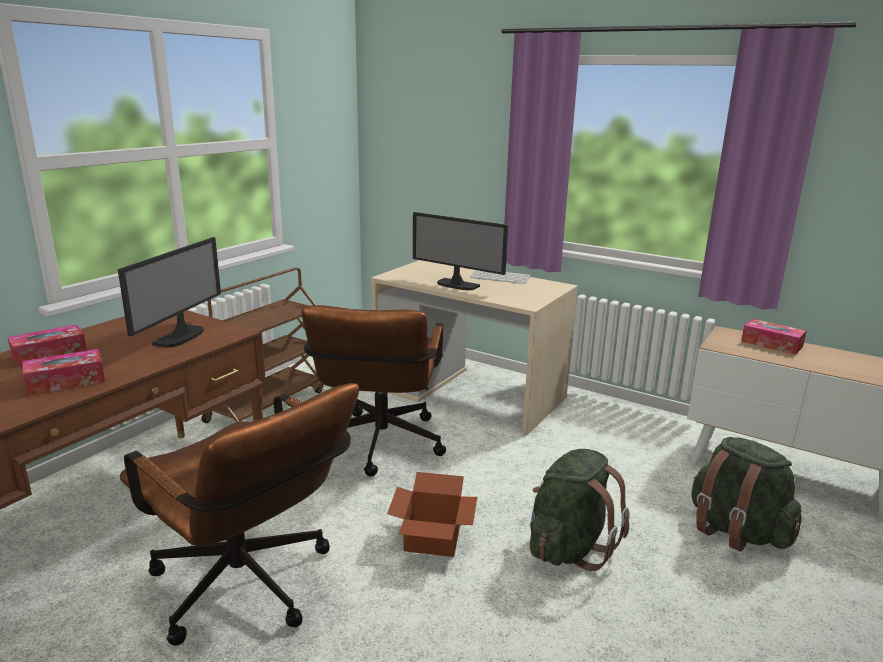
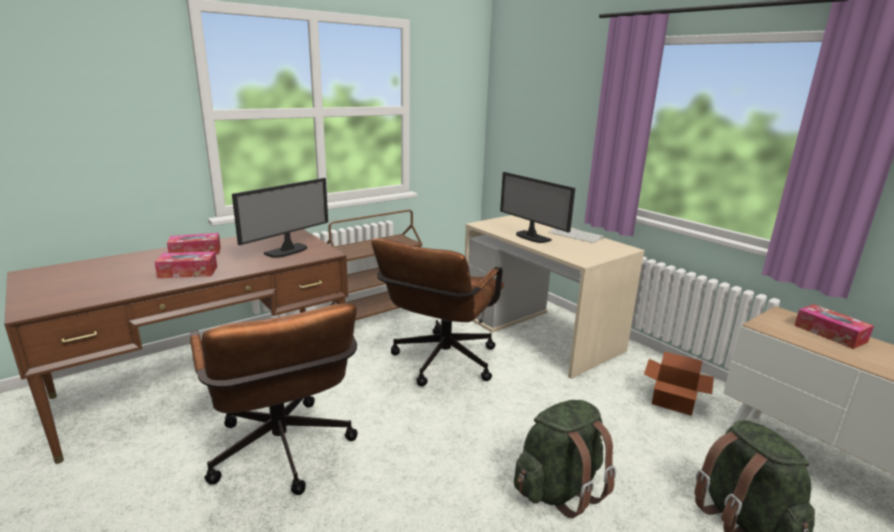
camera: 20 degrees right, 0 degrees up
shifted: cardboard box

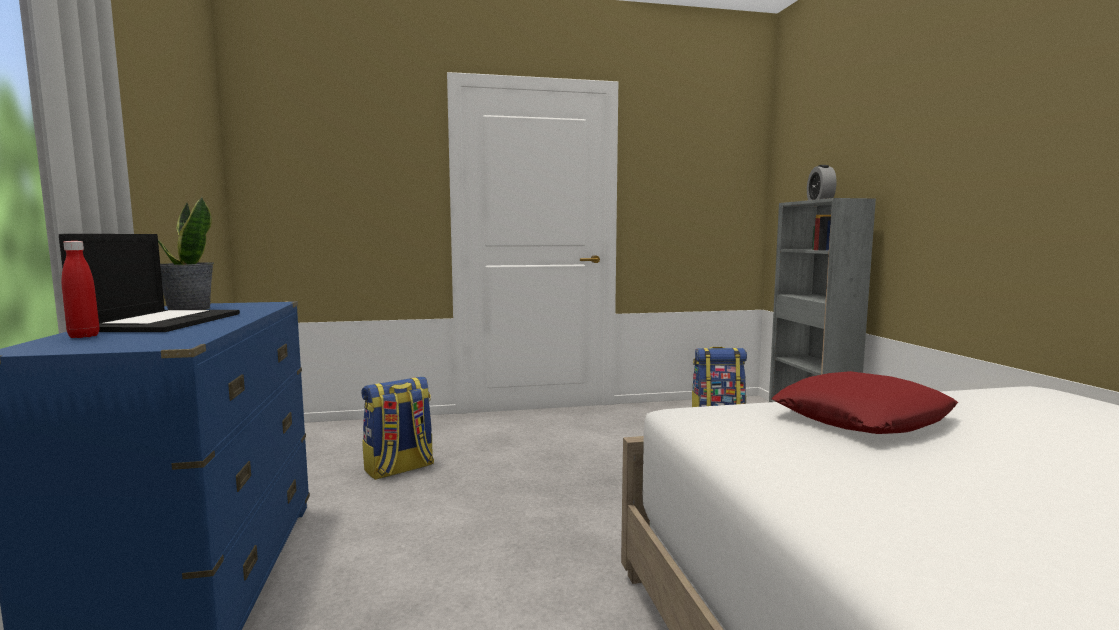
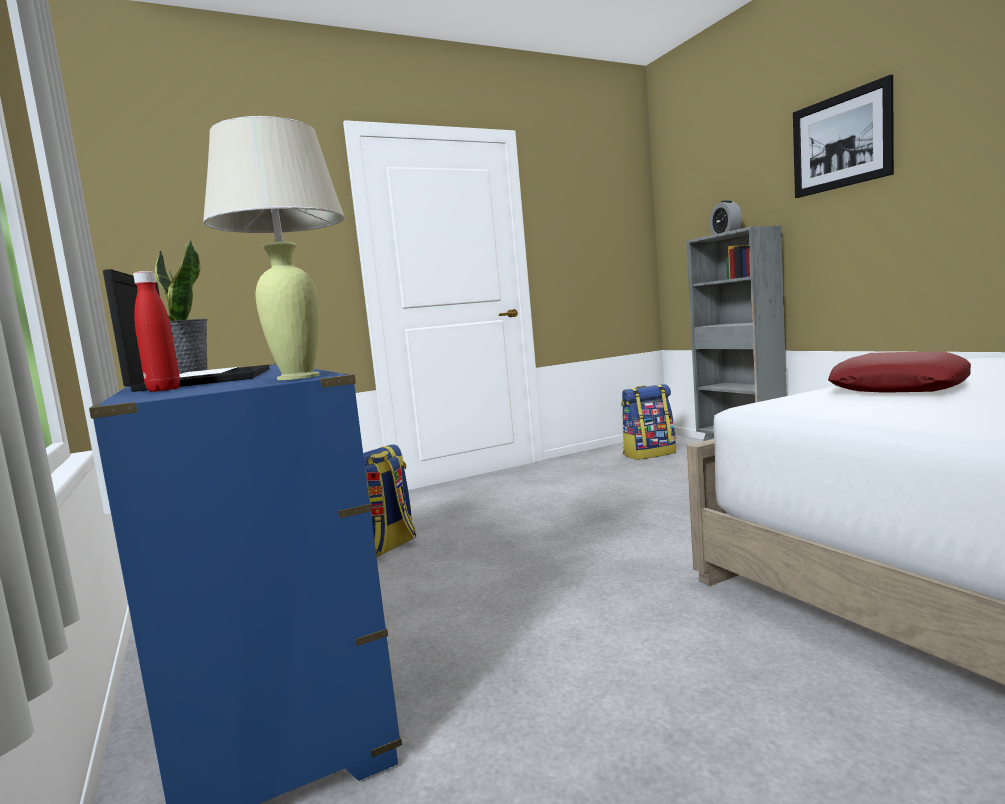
camera: 15 degrees left, 0 degrees up
new: table lamp/beige; picture

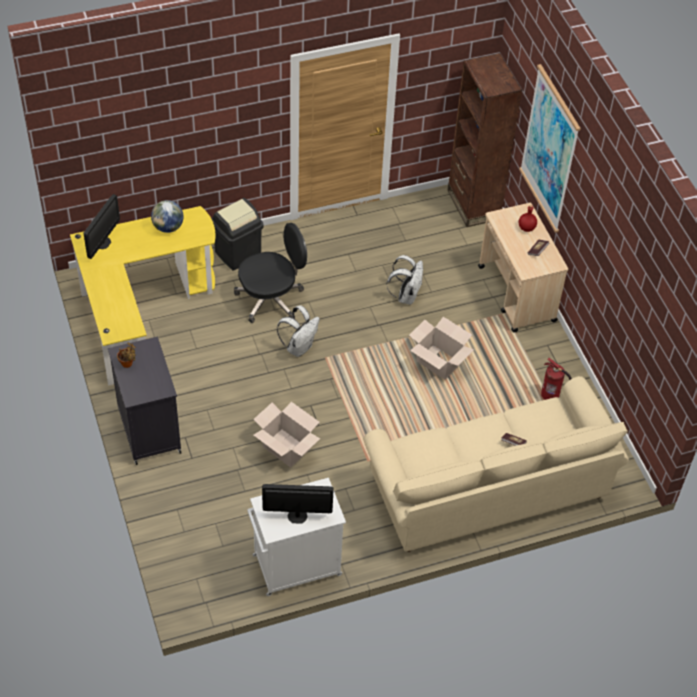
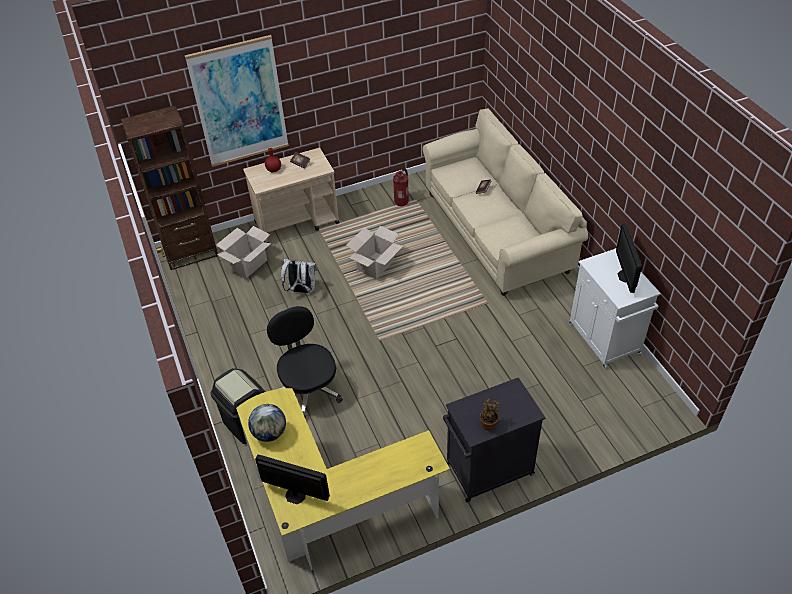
camera: 90 degrees left, 5 degrees down
gone: backpack/white (no. 1 from left)
shifted: cardboard box (no. 1 from left)

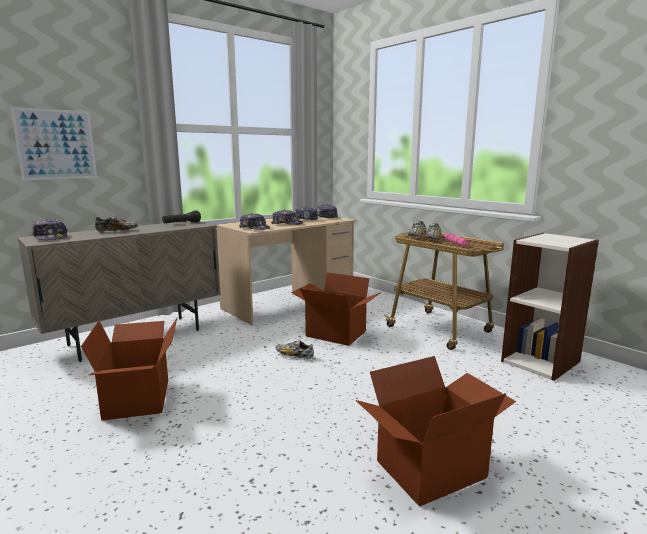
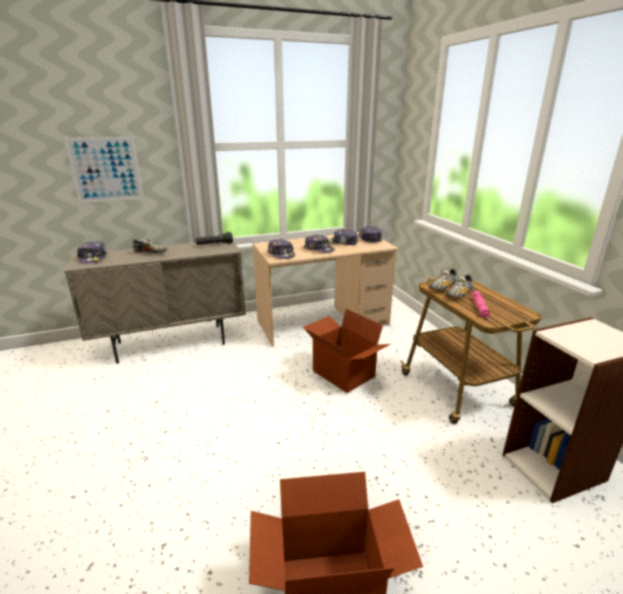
camera: 20 degrees right, 10 degrees up
gone: cardboard box (no. 1 from left); shoe (no. 2 from left)

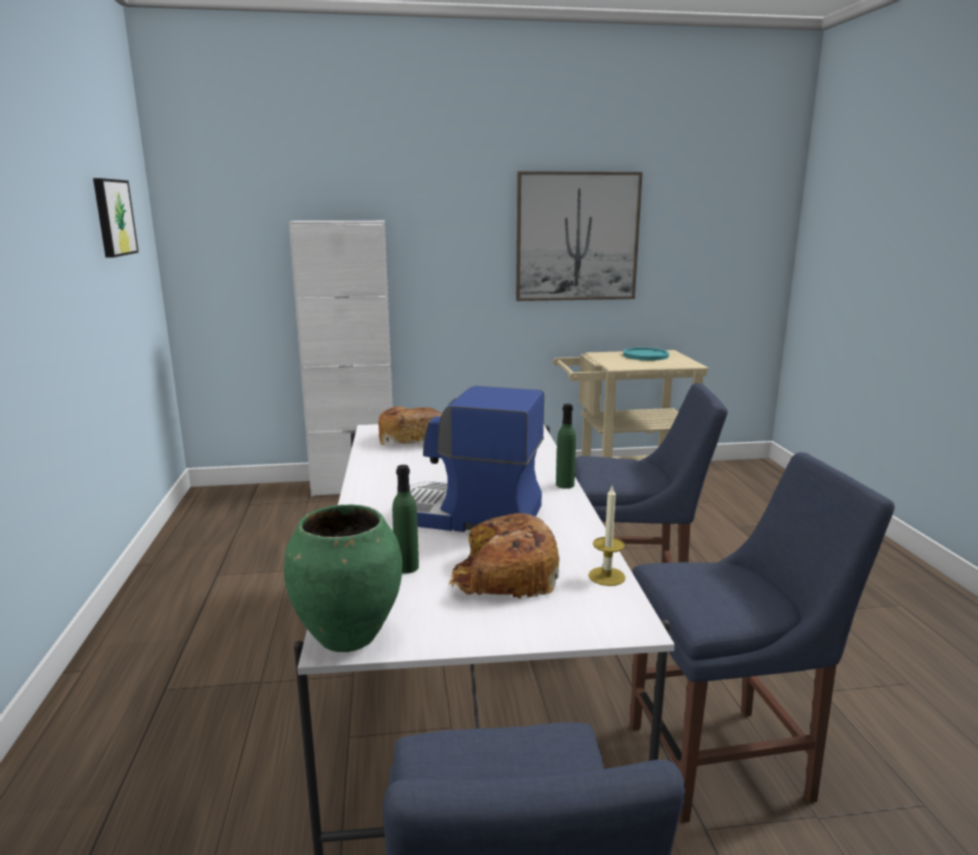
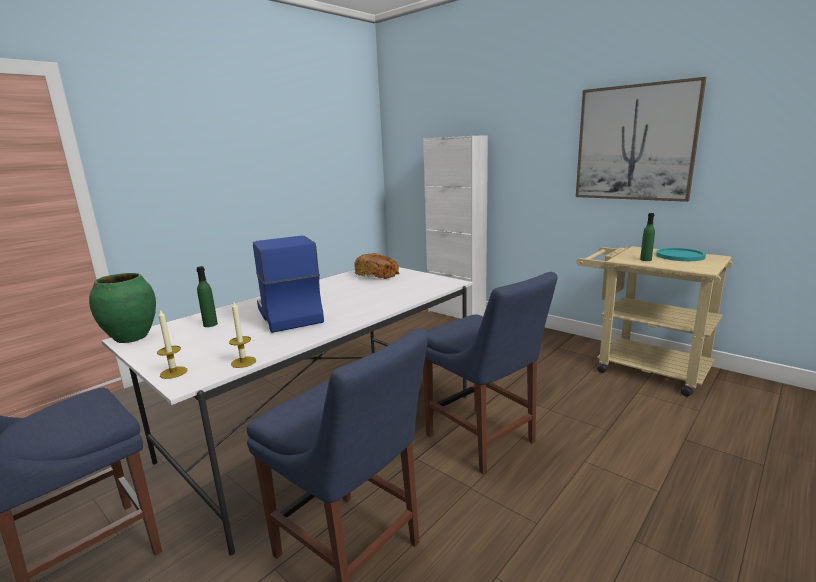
camera: 50 degrees right, 0 degrees up
gone: picture (no. 1 from left); bread (no. 2 from left)
new: candle (no. 1 from left)
shifted: bottle/green (no. 2 from left)

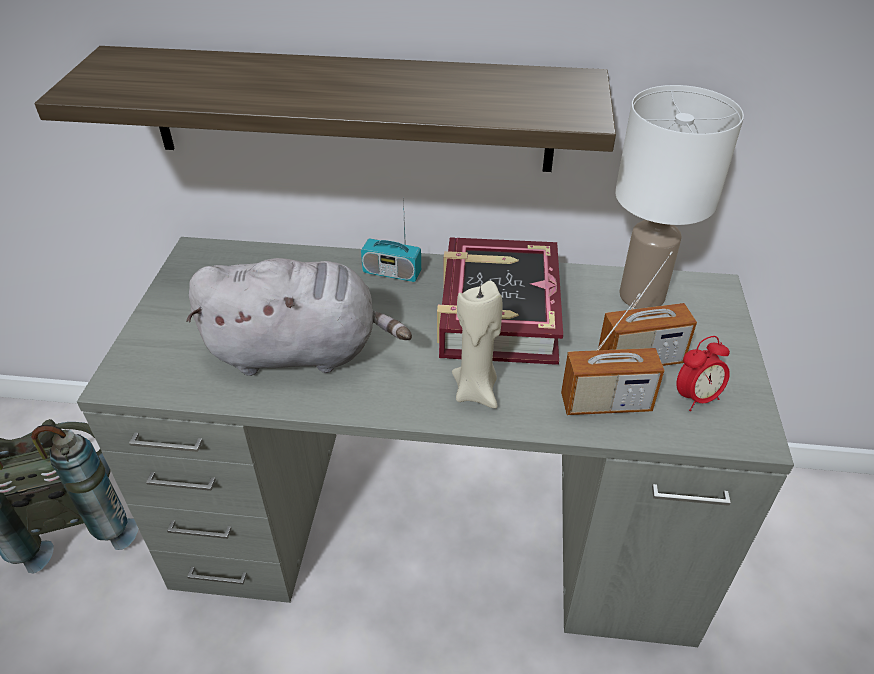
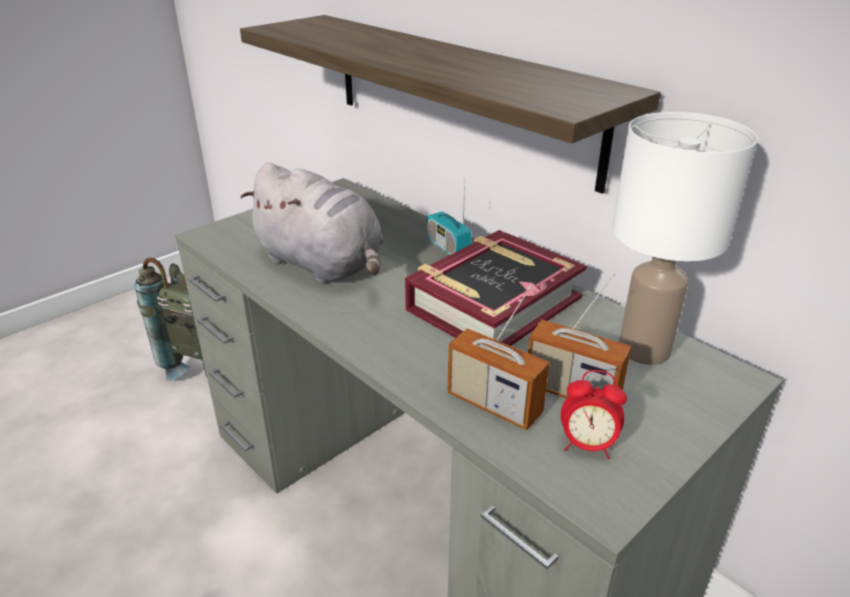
camera: 40 degrees right, 10 degrees down
gone: candle/beige

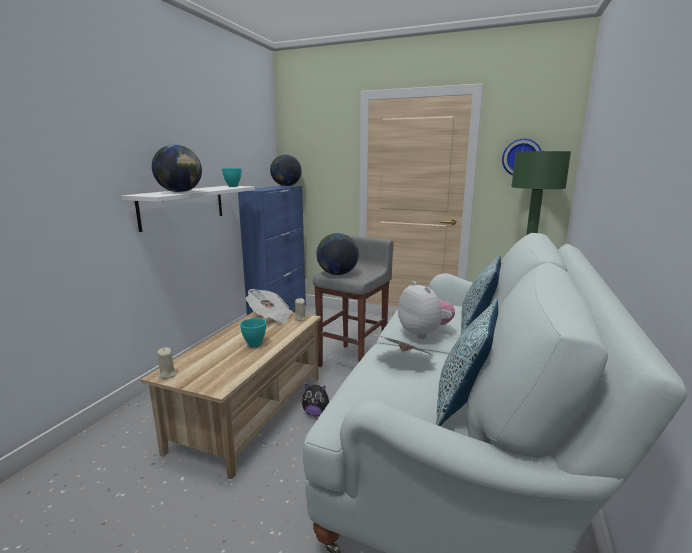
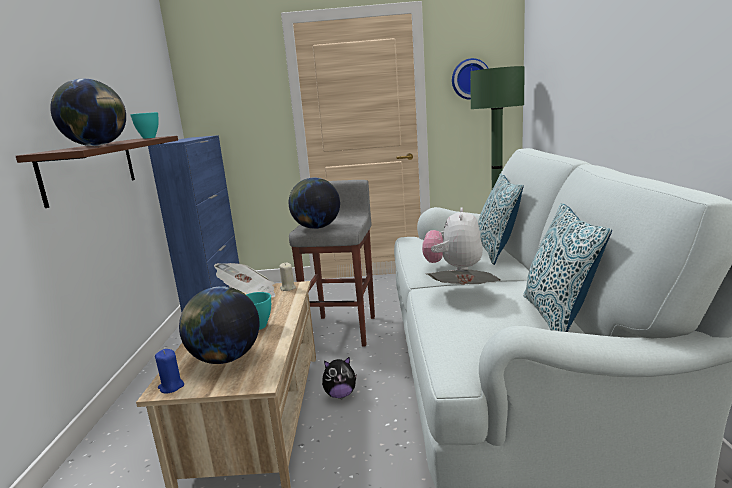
camera: 20 degrees left, 0 degrees up
shifted: globe (no. 2 from left)
repainted: shelf/white to shelf/brown; candle/beige (no. 1 from left) to candle/blue
rotated: plush toy (no. 2 from left) 120 degrees counterclockwise

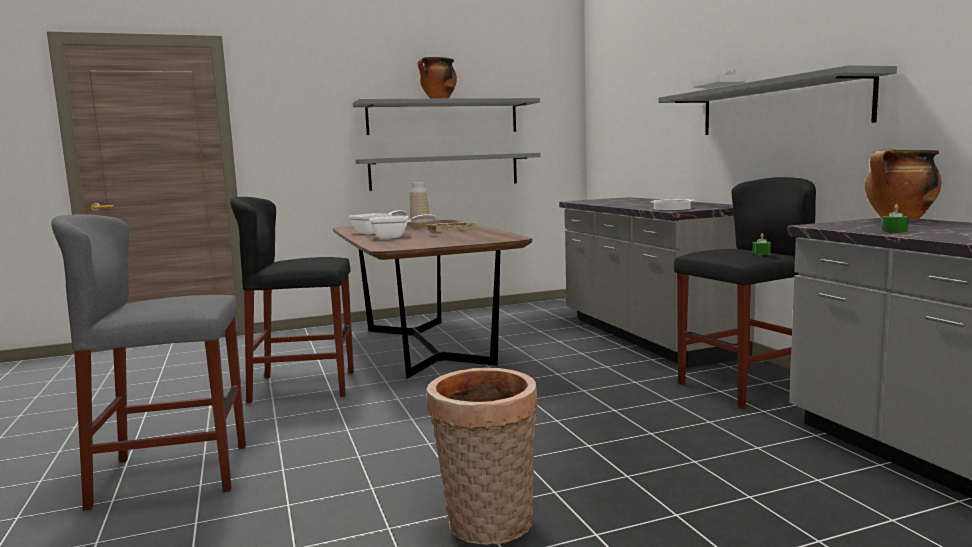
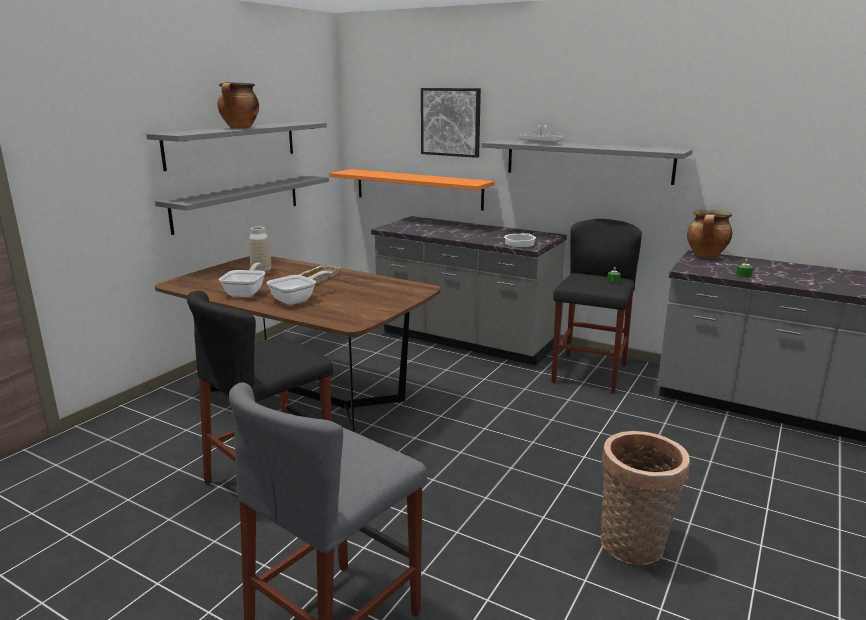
camera: 40 degrees left, 10 degrees up
new: shelf/orange; picture

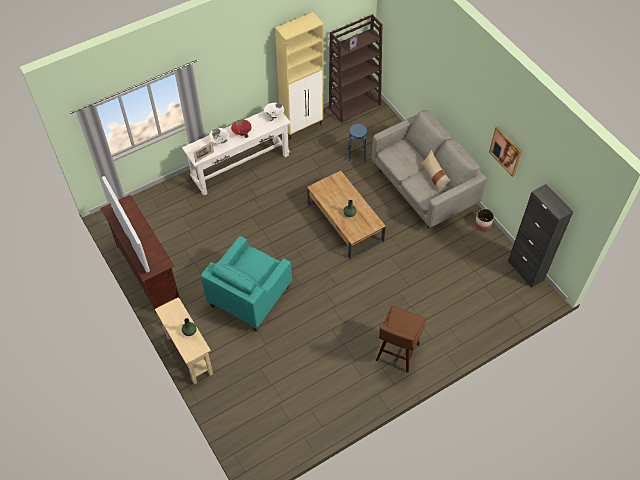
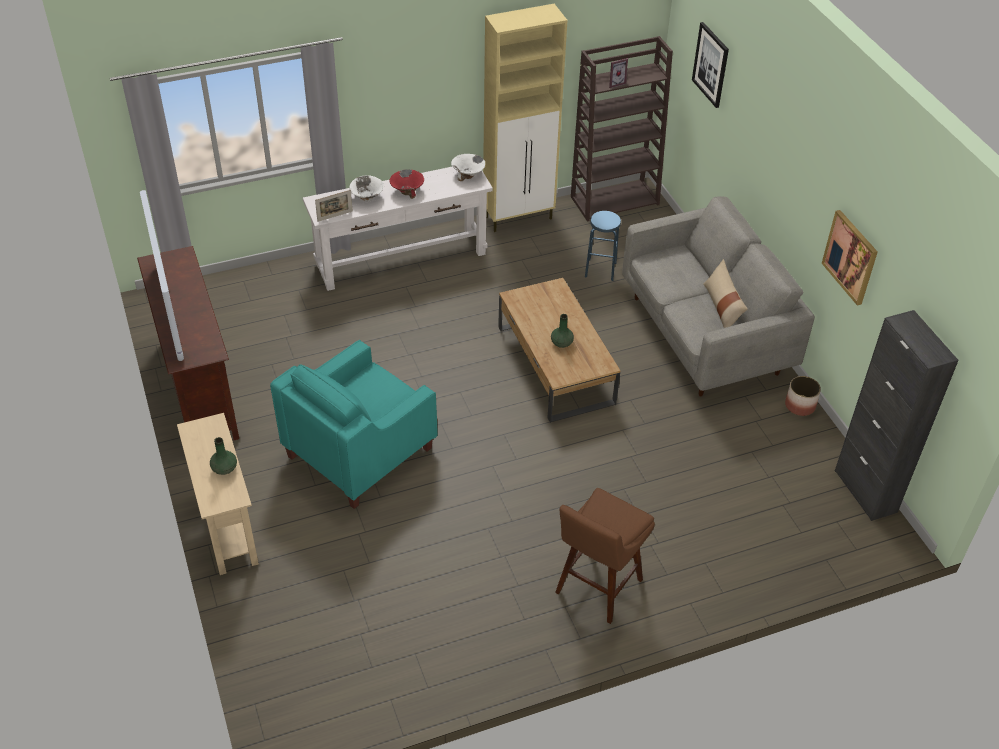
camera: 10 degrees right, 10 degrees down
new: picture (no. 1 from left)

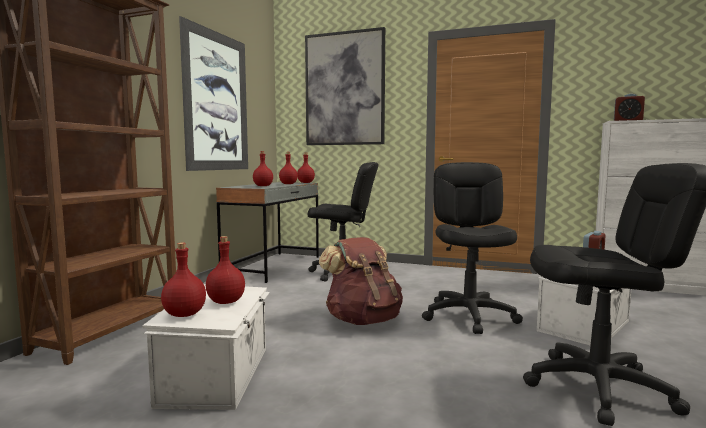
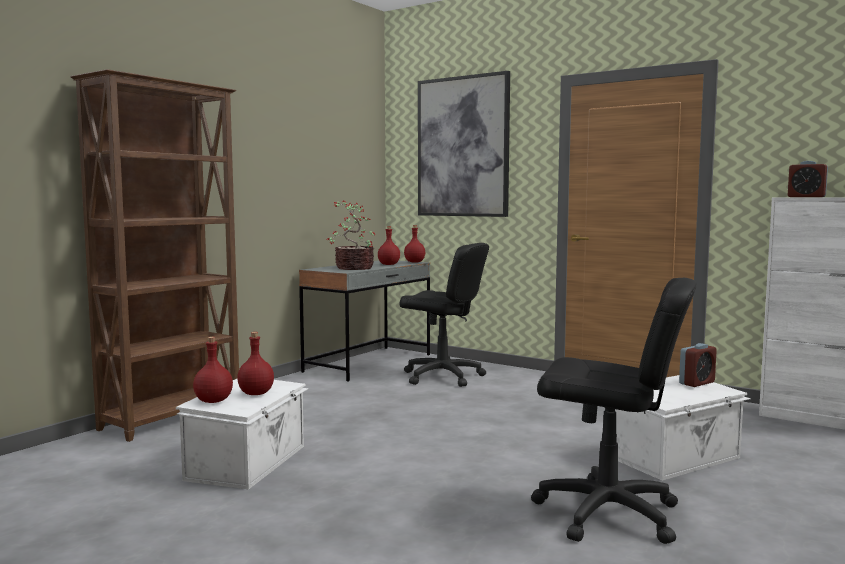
camera: 15 degrees right, 0 degrees up
gone: picture (no. 1 from left); backpack/brown; office chair/black (no. 2 from left)
swapped: bottle/red (no. 3 from left) to potted plant

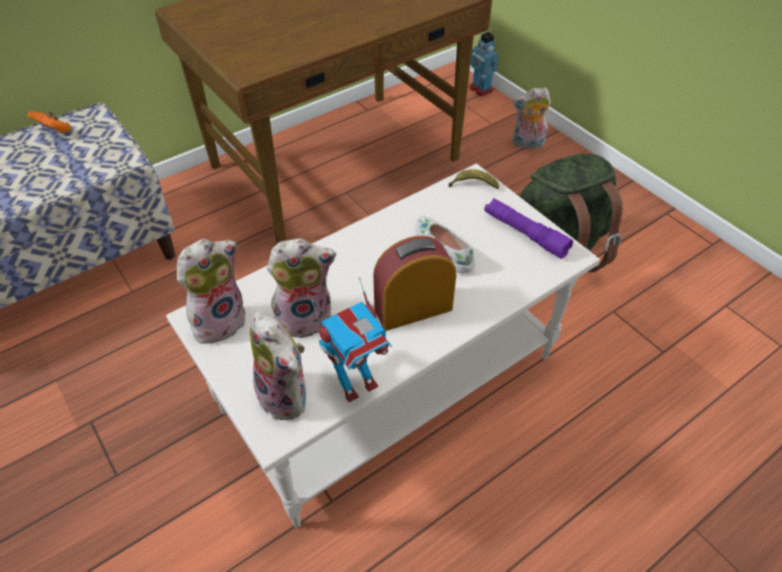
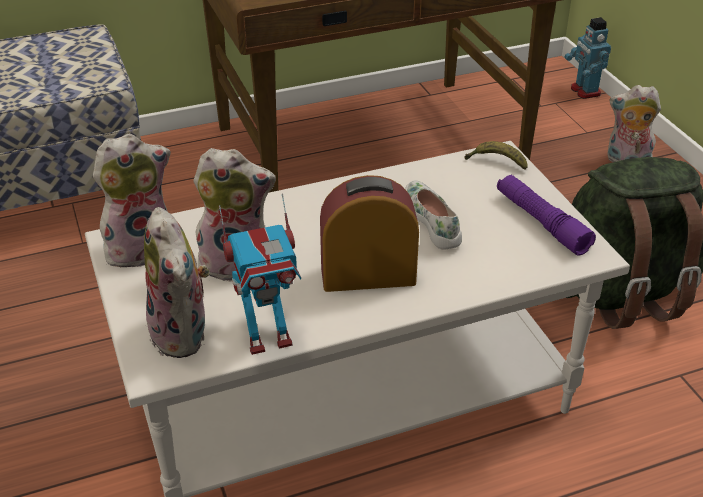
camera: 15 degrees right, 10 degrees down
gone: game controller/orange

